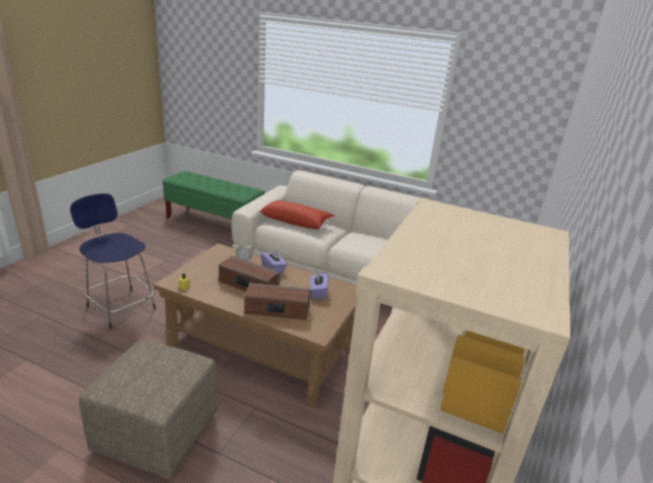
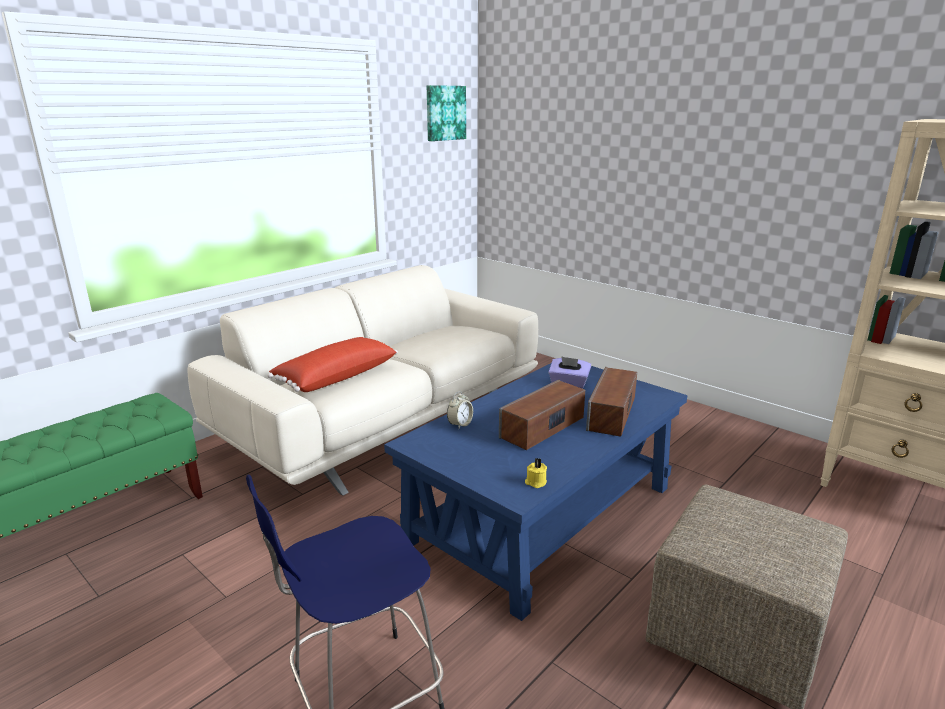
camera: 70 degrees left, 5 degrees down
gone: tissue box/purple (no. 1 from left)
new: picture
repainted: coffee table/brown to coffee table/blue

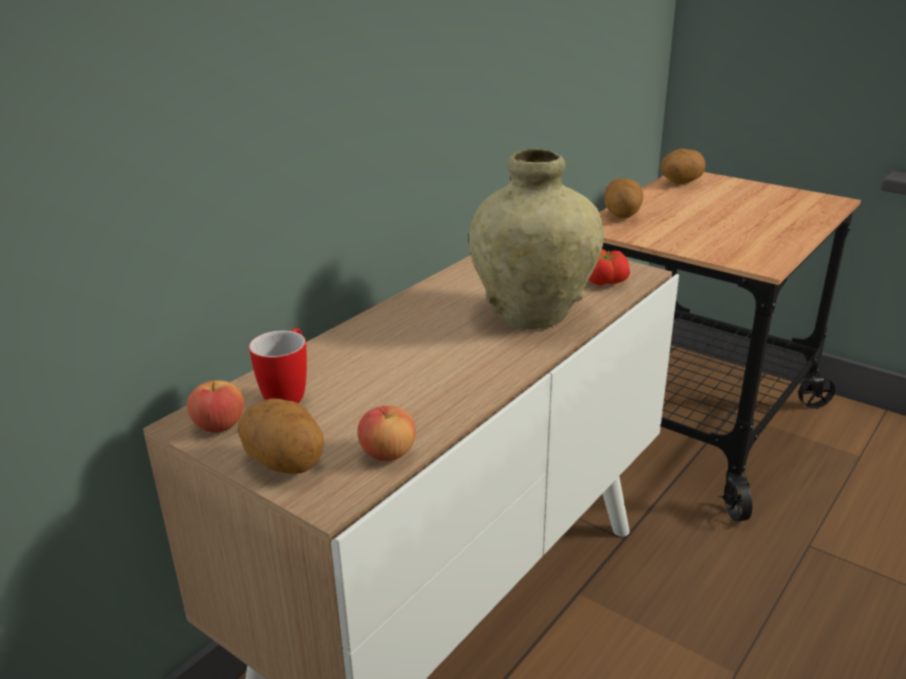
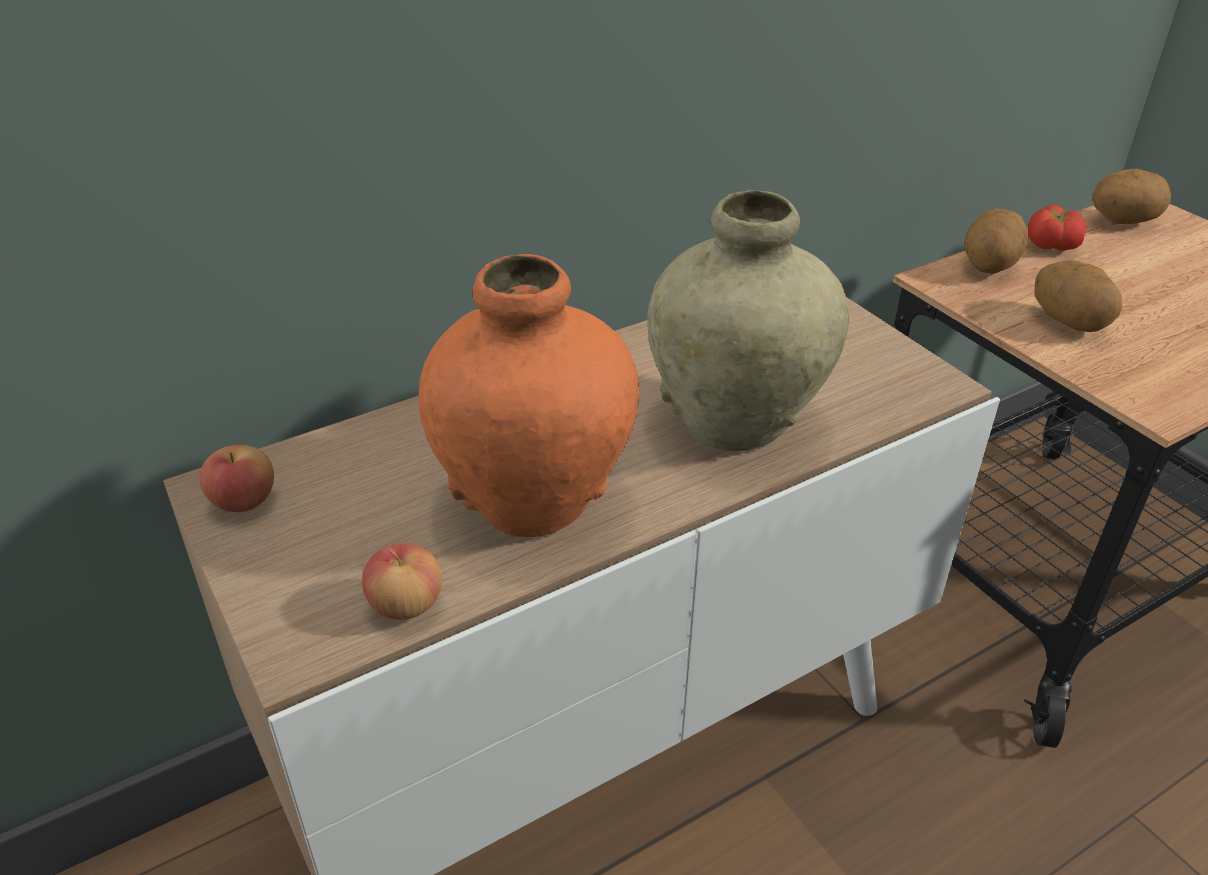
camera: 20 degrees right, 10 degrees up
gone: mug
new: vase/orange
shifted: potato (no. 1 from left in the first image) to potato (no. 2 from left); tomato

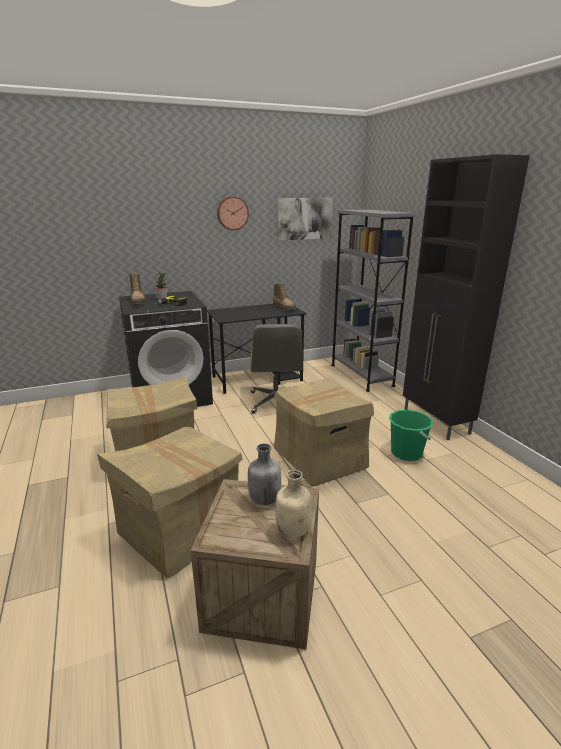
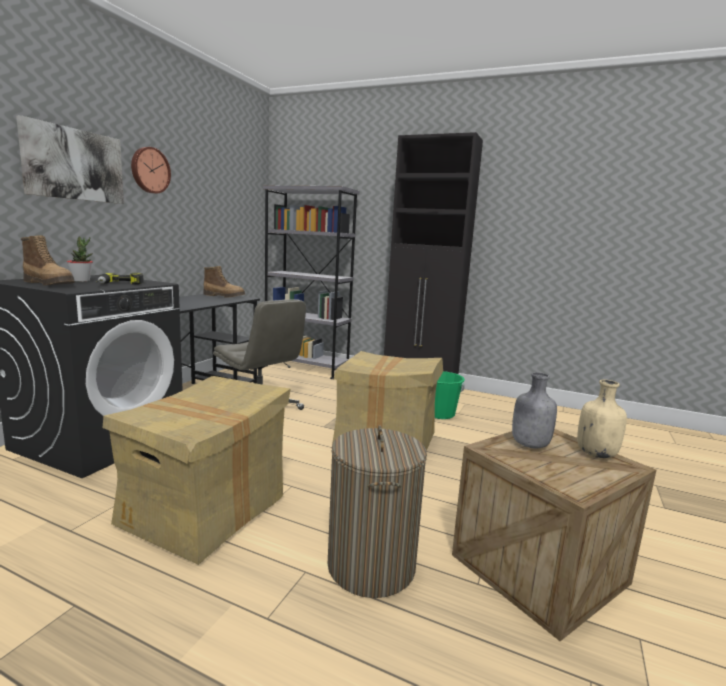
camera: 45 degrees left, 10 degrees down
shifted: picture
swapped: cardboard box (no. 2 from left) to laundry basket

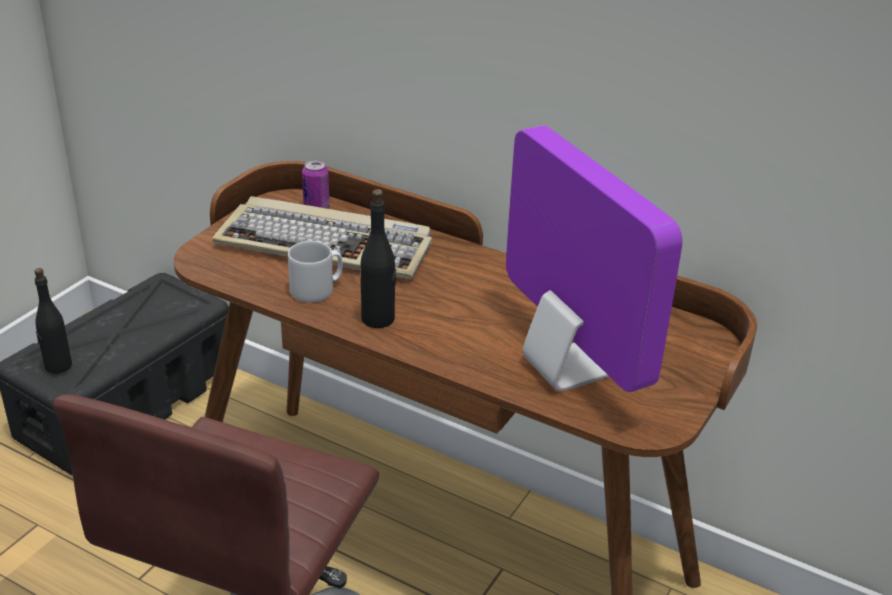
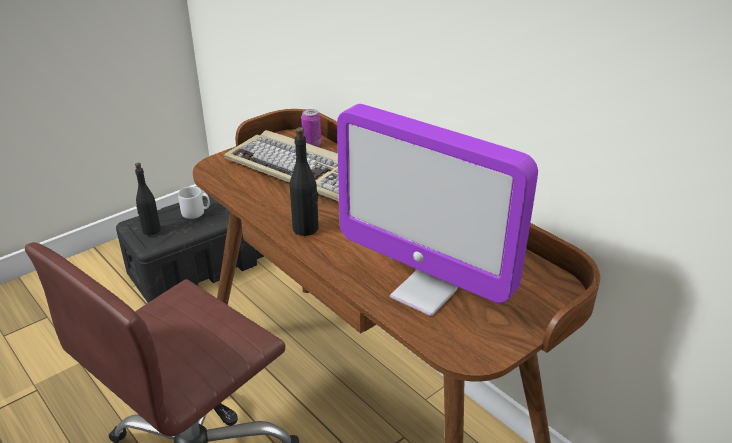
camera: 20 degrees right, 0 degrees up
shifted: mug/grey
rotated: monitor 135 degrees clockwise

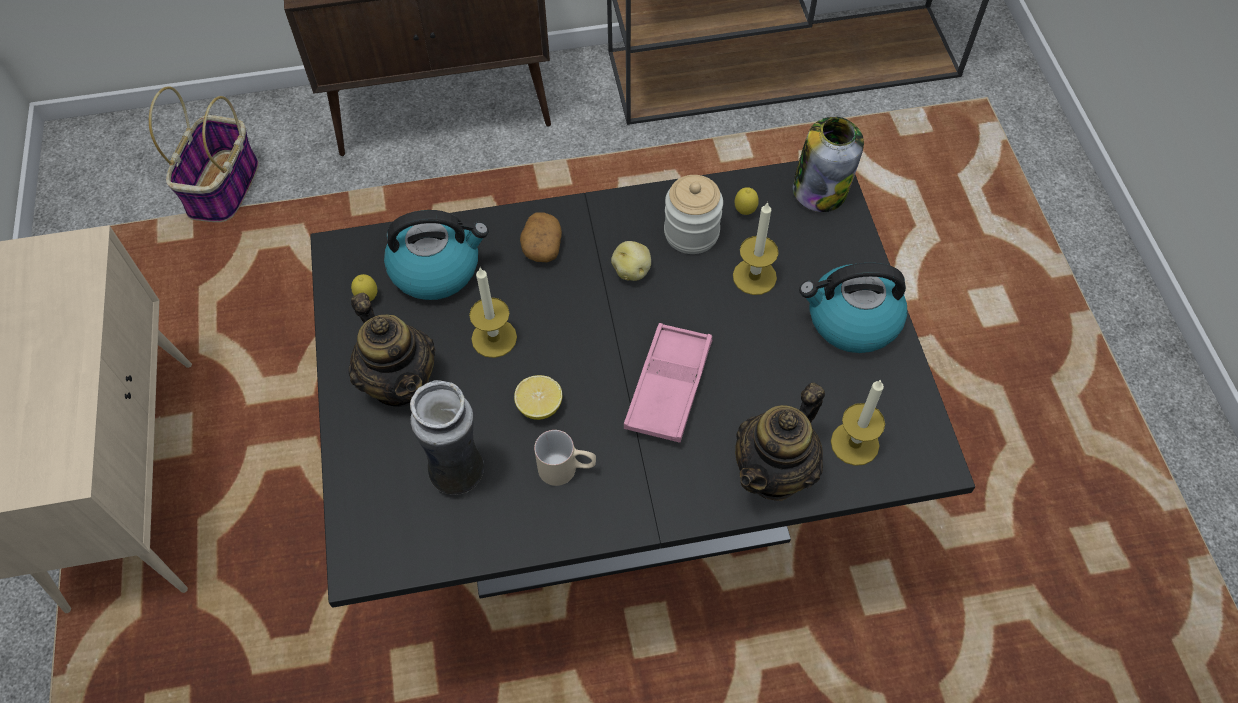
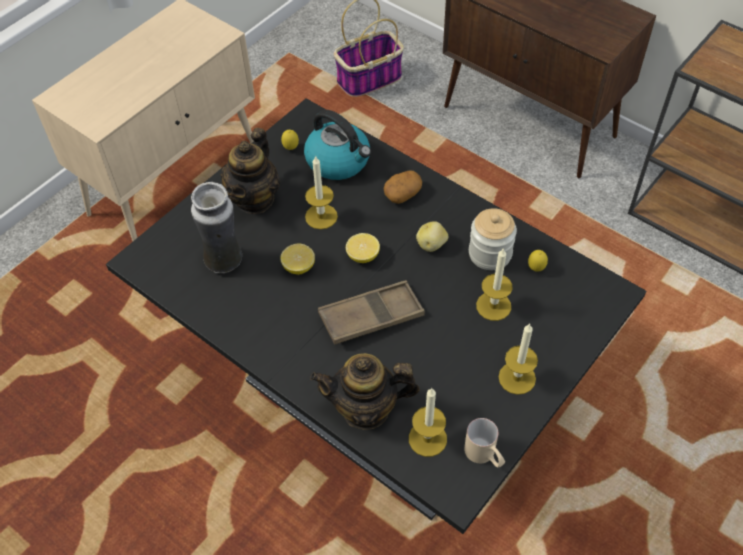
camera: 50 degrees right, 5 degrees down
gone: jar (no. 2 from left)
new: lemon (no. 3 from left)
shifted: mug/beige
swapped: kettle (no. 2 from left) to candle (no. 4 from left)
repainted: tray/pink to tray/brown

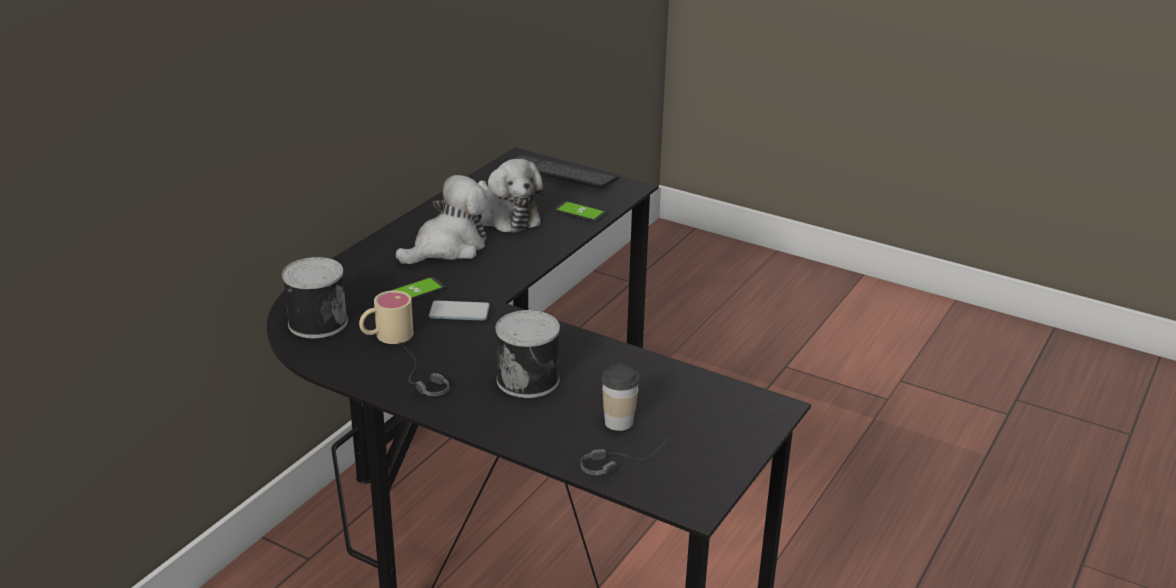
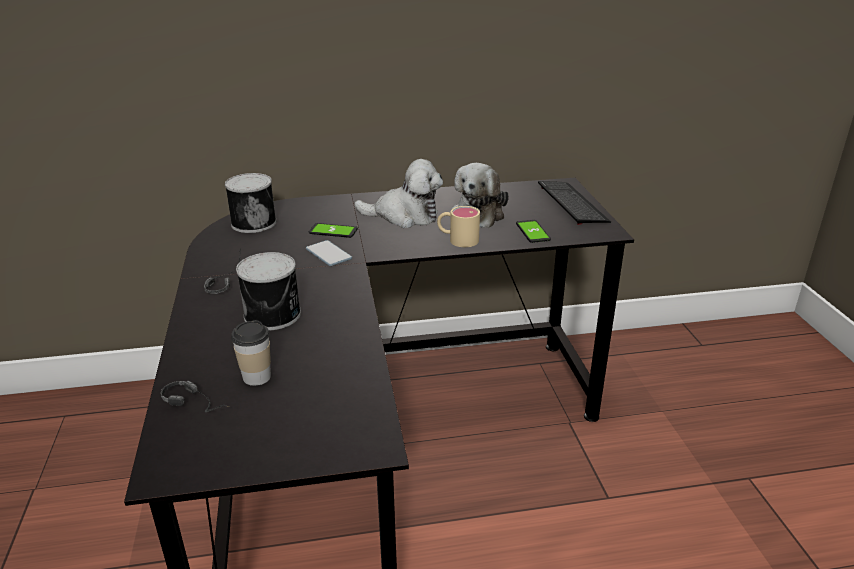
camera: 50 degrees right, 0 degrees up
shifted: mug/beige

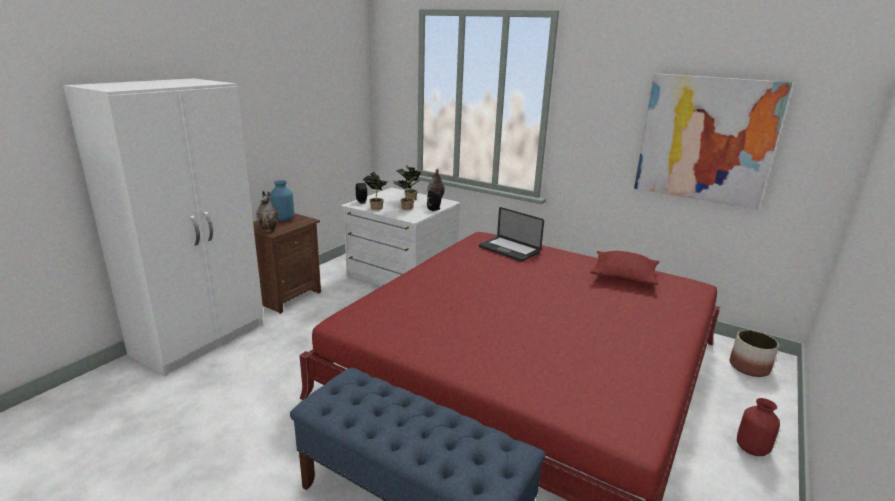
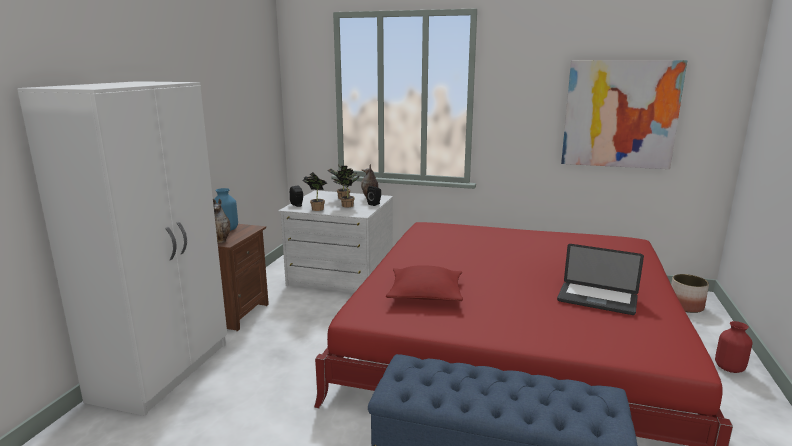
camera: 15 degrees left, 5 degrees down
shifted: laptop; pillow/red

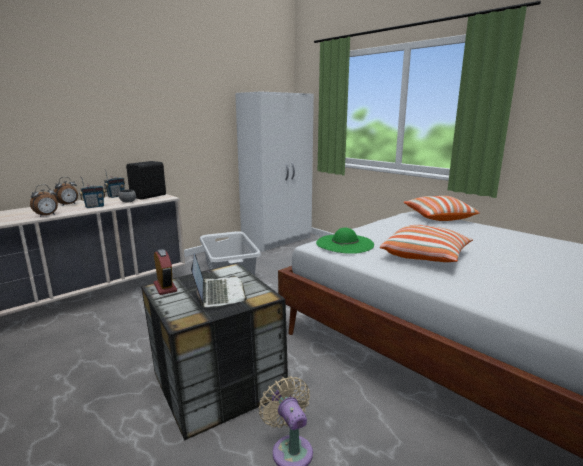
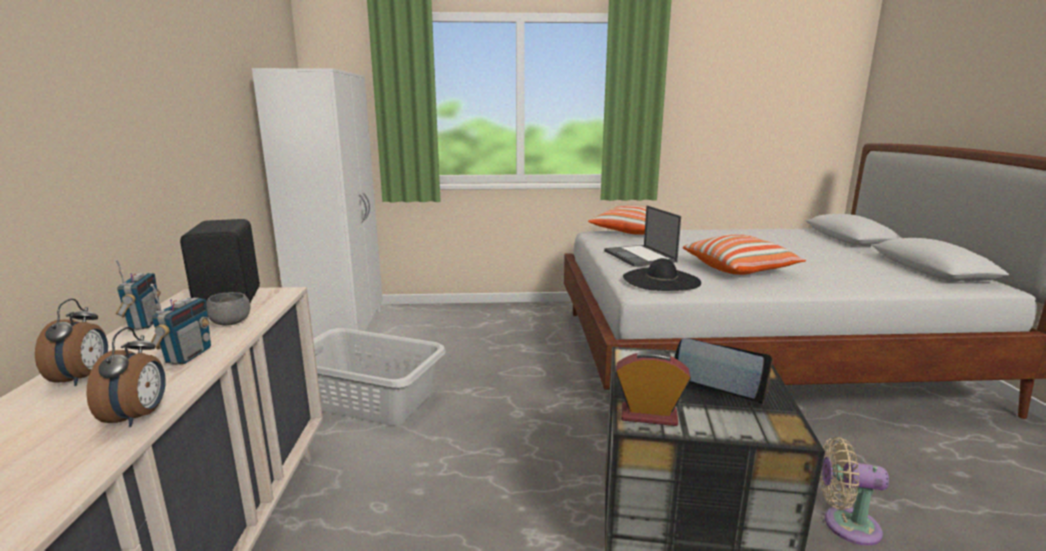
camera: 50 degrees left, 0 degrees up
new: laptop (no. 1 from left)
repainted: hat/green to hat/black

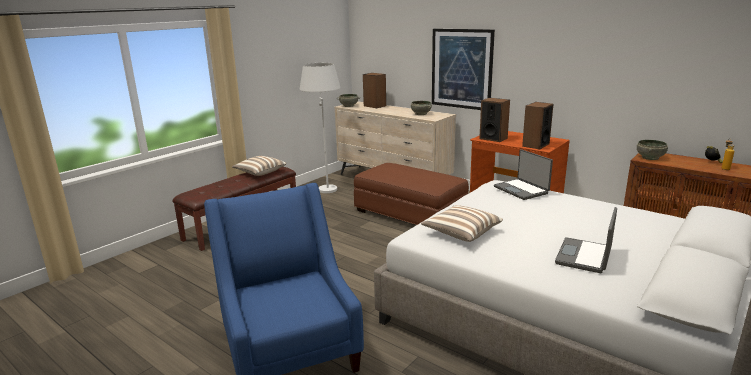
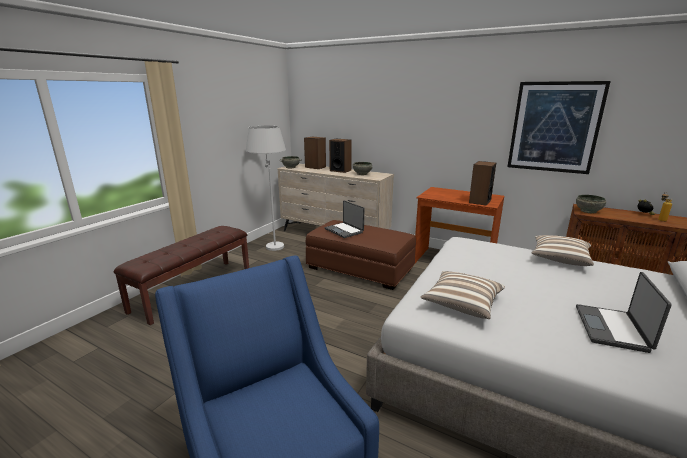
camera: 10 degrees left, 0 degrees up
shifted: pillow (no. 1 from left in the first image) to pillow (no. 2 from left); picture; speaker (no. 2 from left); laptop (no. 1 from left)

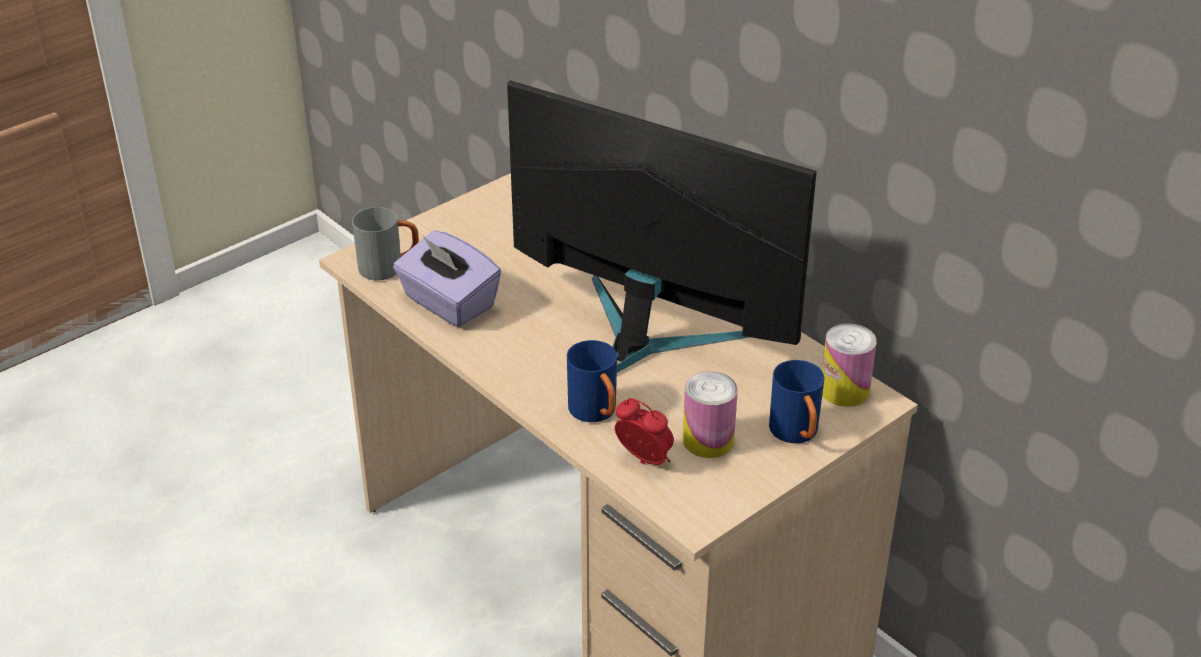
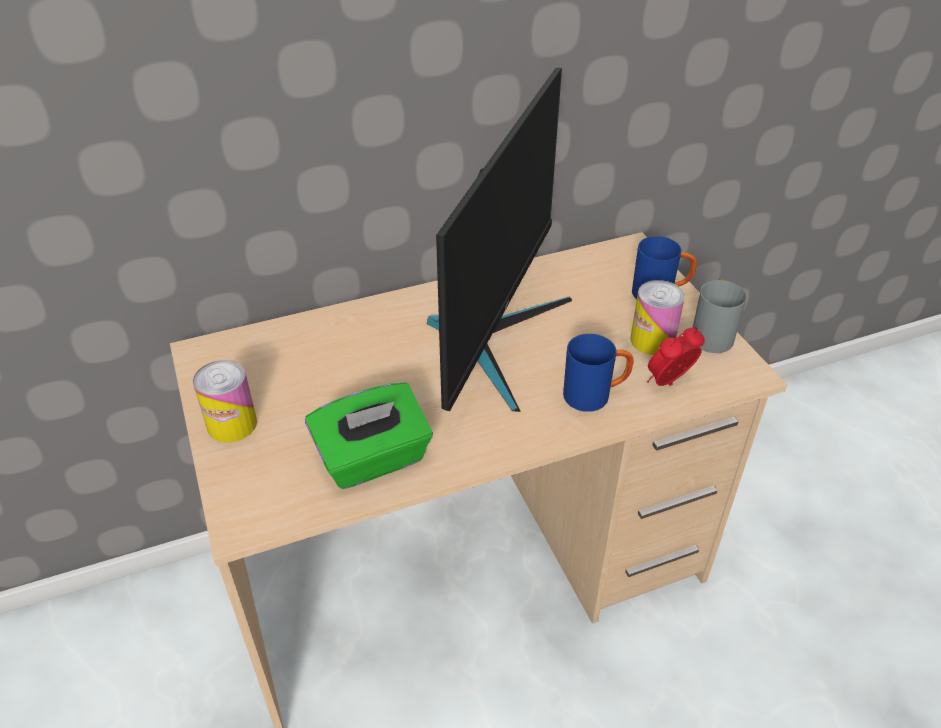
camera: 70 degrees left, 5 degrees up
shifted: mug/grey; can (no. 2 from left in the first image) to can (no. 1 from left)
repainted: tissue box/purple to tissue box/green
rotated: monitor 150 degrees clockwise

